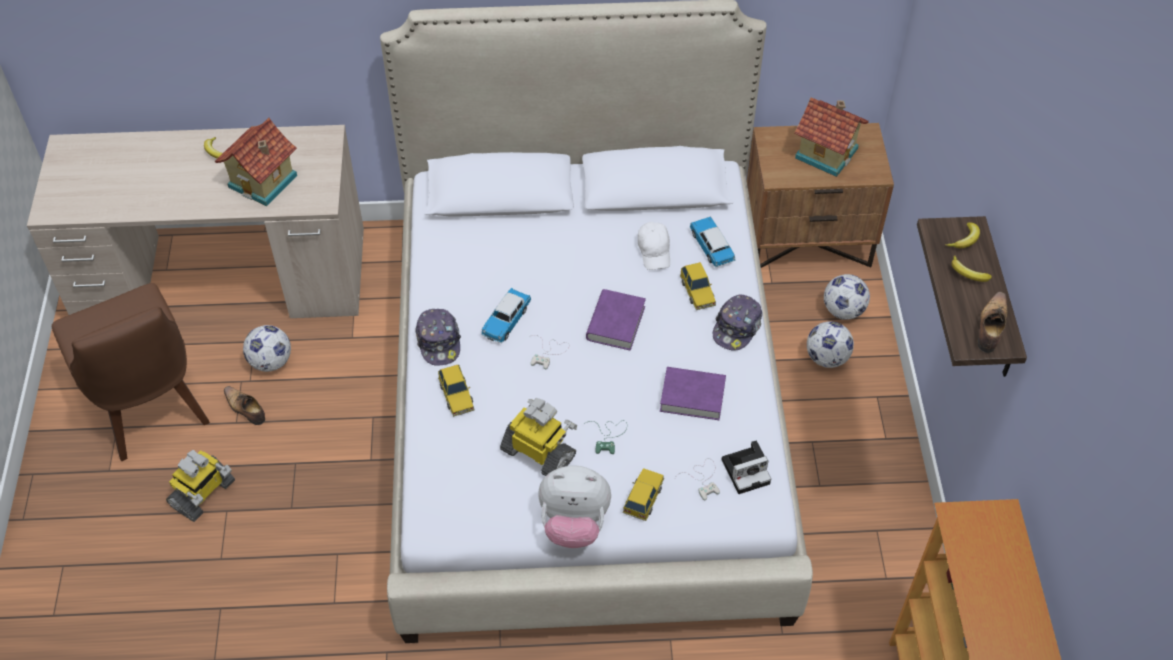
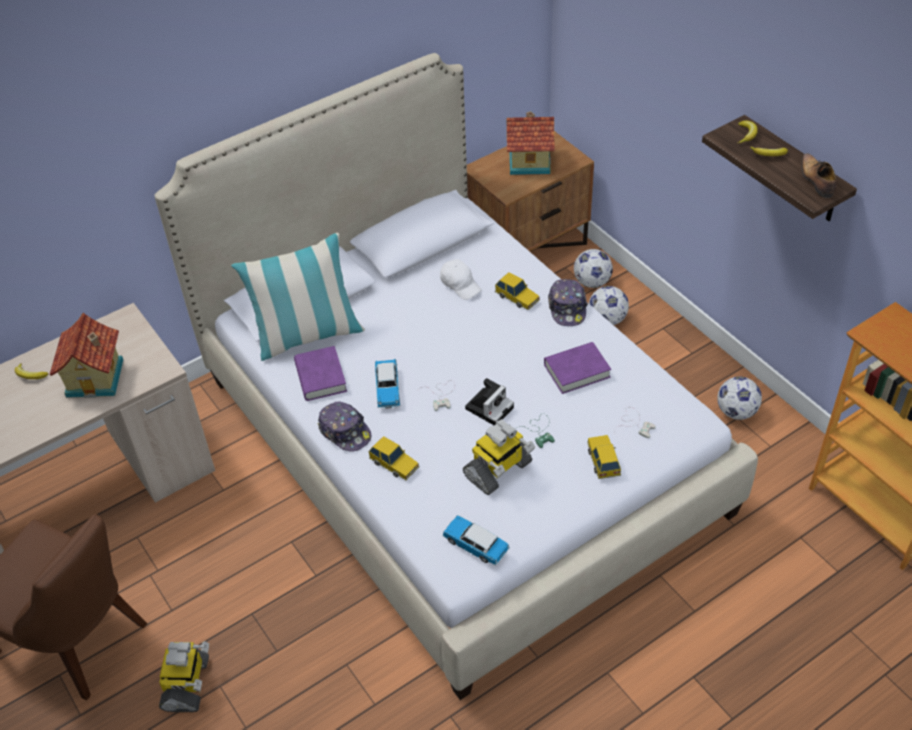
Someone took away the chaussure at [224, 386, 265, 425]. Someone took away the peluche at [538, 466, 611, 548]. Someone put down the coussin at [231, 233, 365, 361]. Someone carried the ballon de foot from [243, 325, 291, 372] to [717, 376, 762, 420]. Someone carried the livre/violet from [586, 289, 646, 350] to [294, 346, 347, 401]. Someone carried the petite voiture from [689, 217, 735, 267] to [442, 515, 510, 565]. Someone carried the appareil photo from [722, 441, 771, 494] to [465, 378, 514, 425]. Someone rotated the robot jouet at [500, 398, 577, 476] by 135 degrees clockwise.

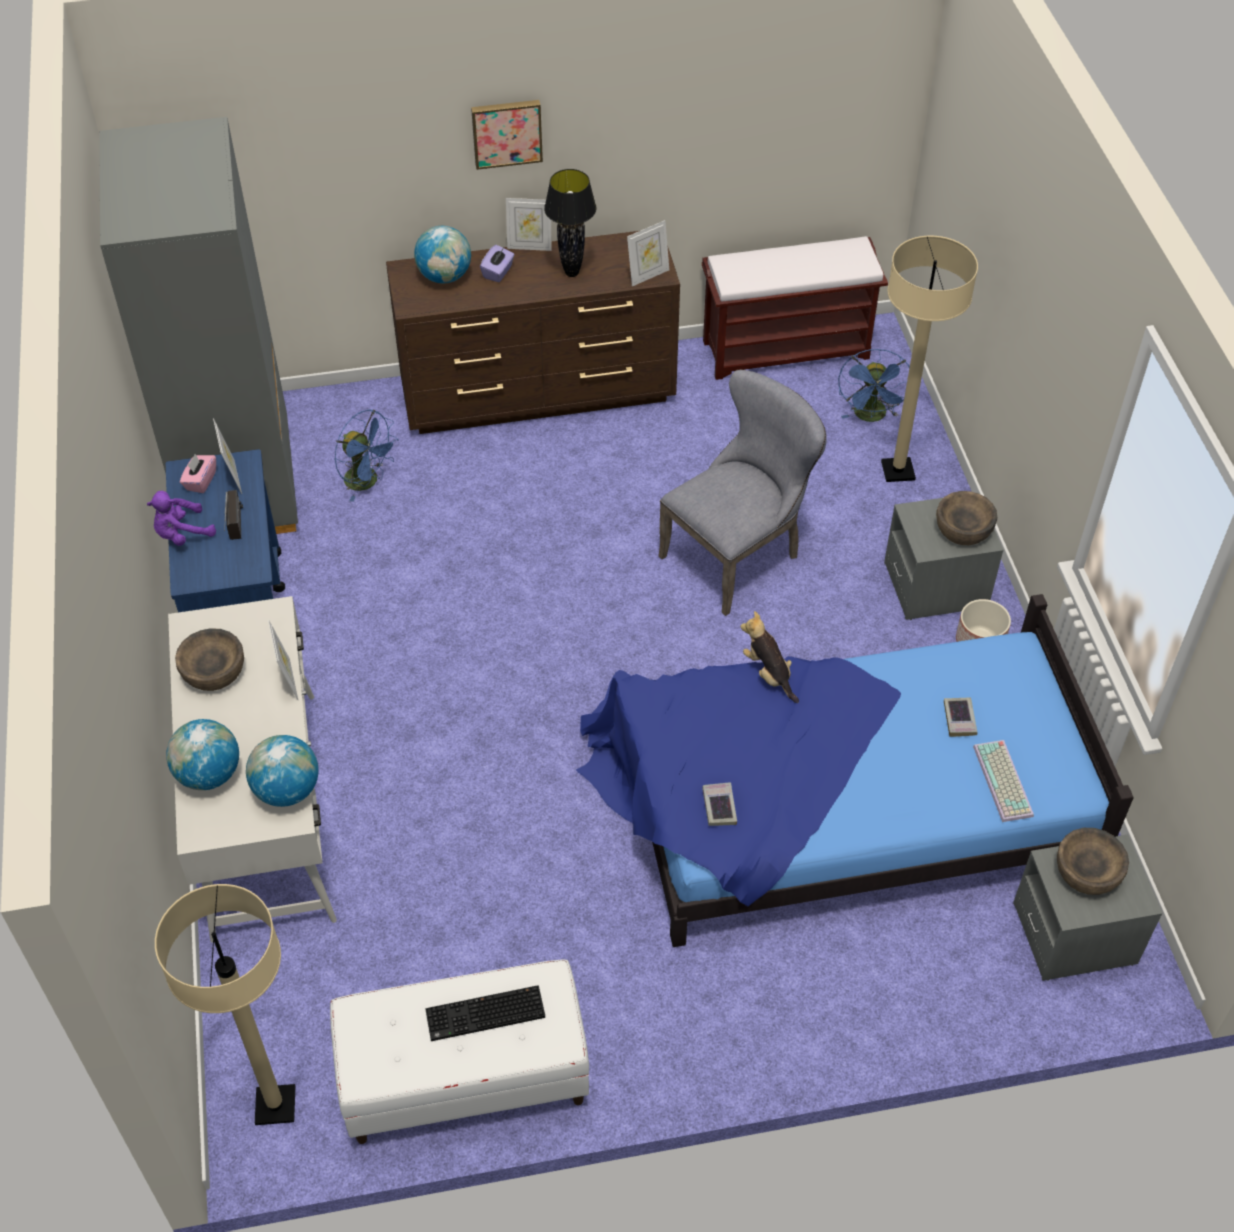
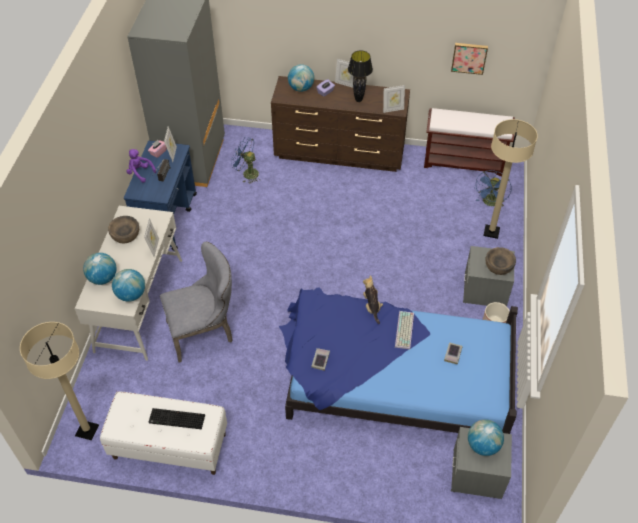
Someone carried the tableau from [471, 100, 543, 170] to [451, 43, 488, 75]. Someone carried the chaise/gris from [658, 369, 827, 616] to [160, 241, 232, 362]. Someone carried the clavier from [973, 740, 1034, 822] to [395, 311, 414, 349]. Someone swapped the bol/marron at [1057, 828, 1129, 895] for the globe at [468, 419, 504, 456]. Someone rotated the peluche/violet at [147, 491, 216, 546] by 45 degrees clockwise. Someone rotated the ventilateur/bleu at [335, 409, 397, 502] by 150 degrees clockwise.

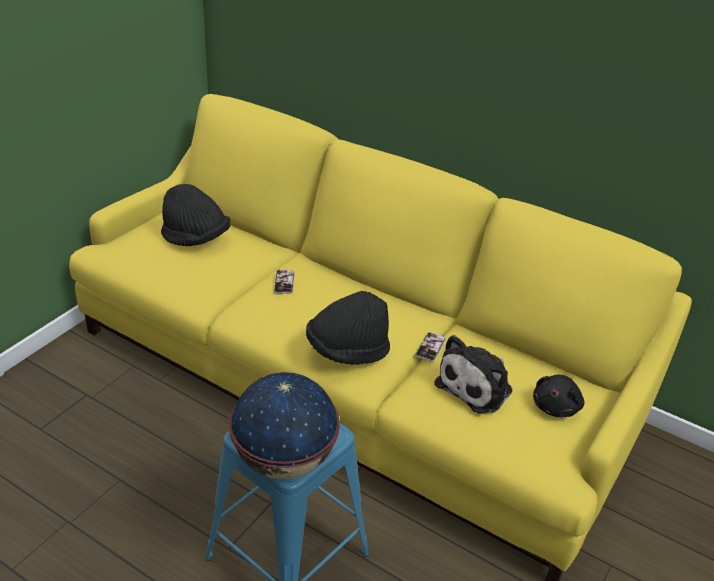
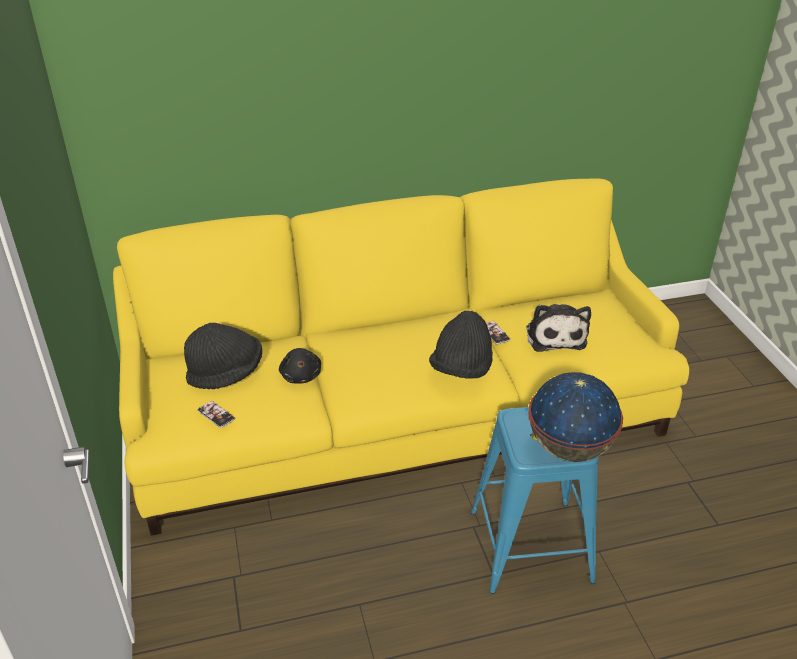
Someone carried the téléphone from [274, 269, 295, 294] to [198, 401, 235, 428]. Someone carried the peluche/noir from [533, 374, 584, 417] to [279, 348, 321, 384].

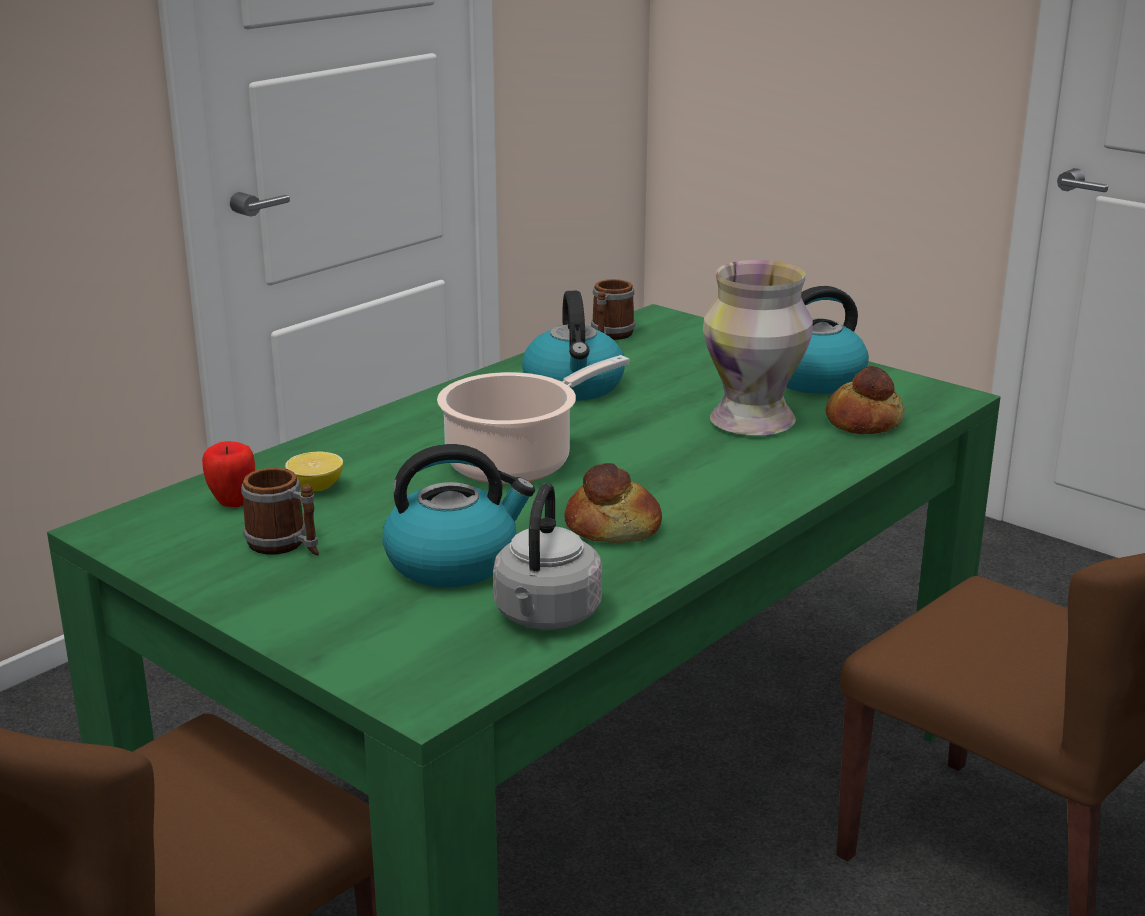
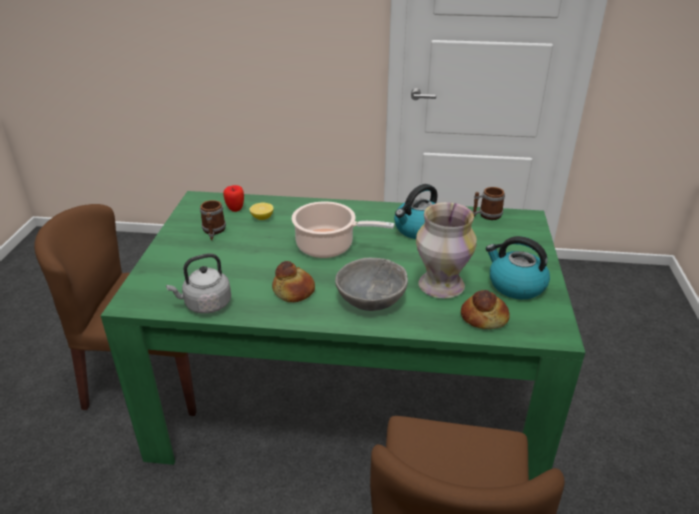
Someone took away the bouilloire at [382, 444, 535, 587]. Someone put down the bol/gris at [335, 258, 408, 311].

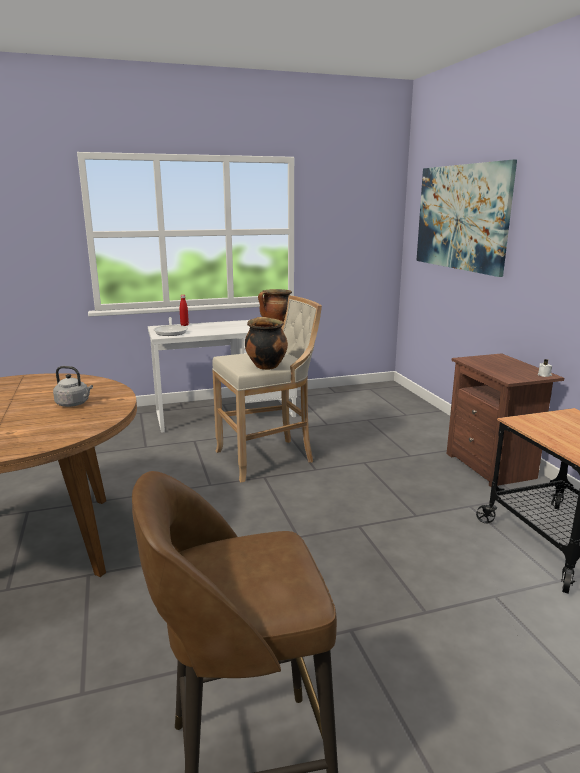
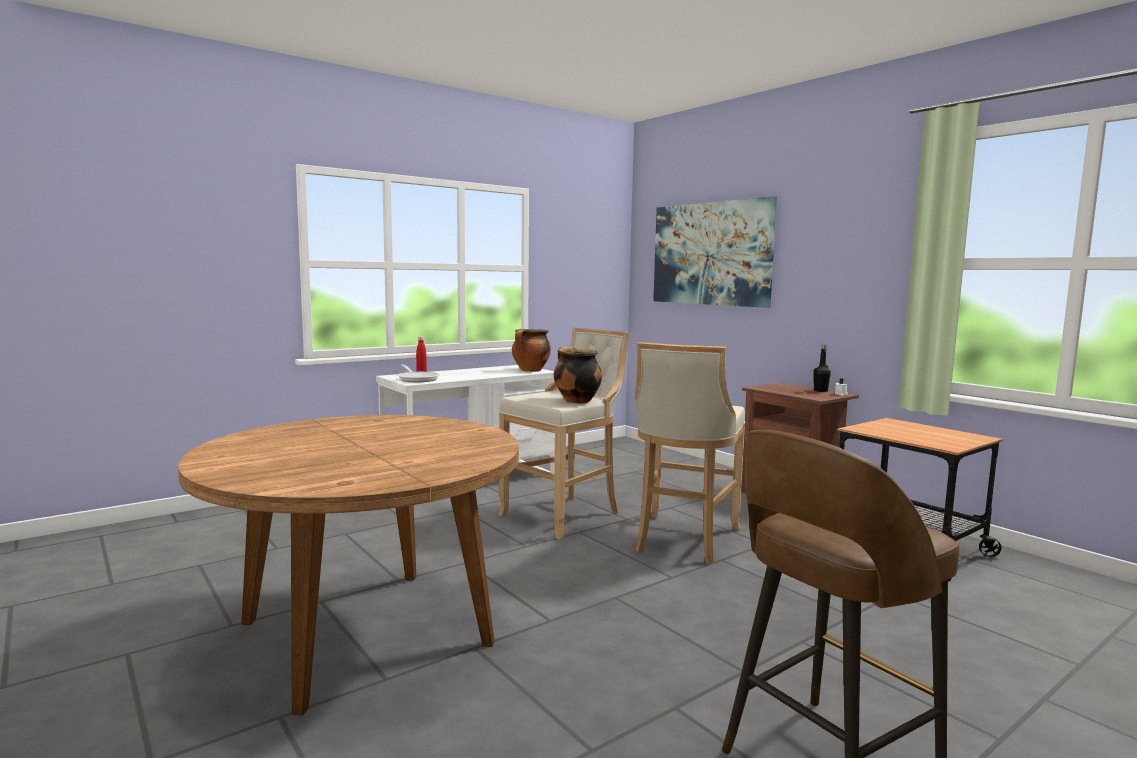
Someone took away the bouilloire/gris at [53, 366, 93, 407]. Someone put down the tabouret/beige at [635, 342, 745, 564]. Someone put down the bouteille/noir at [813, 344, 831, 392].

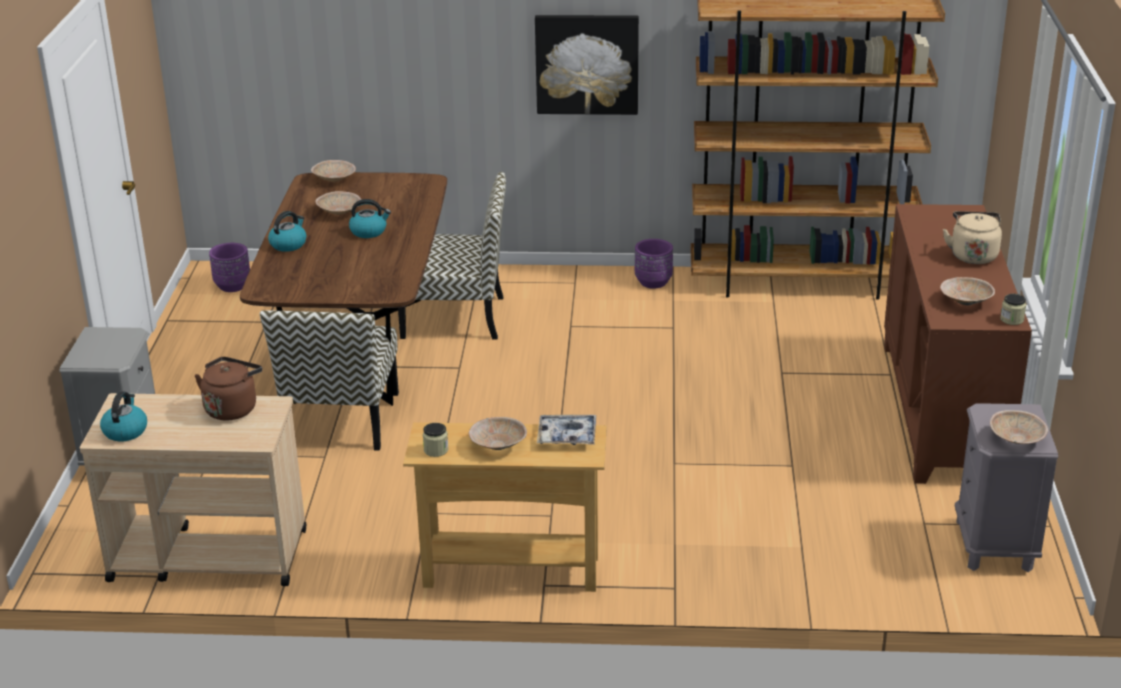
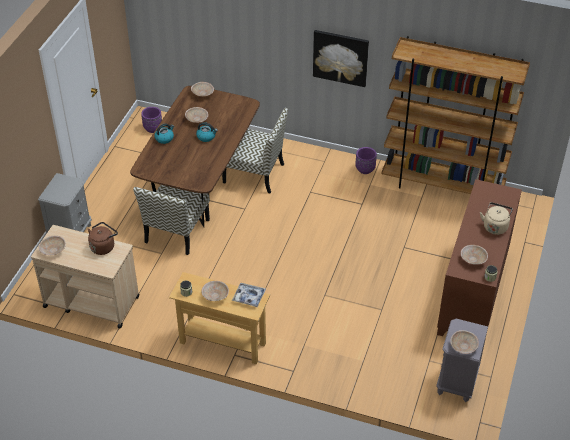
Someone swapped the bouilloire at [100, 391, 147, 441] for the bol/beige at [39, 236, 66, 255].

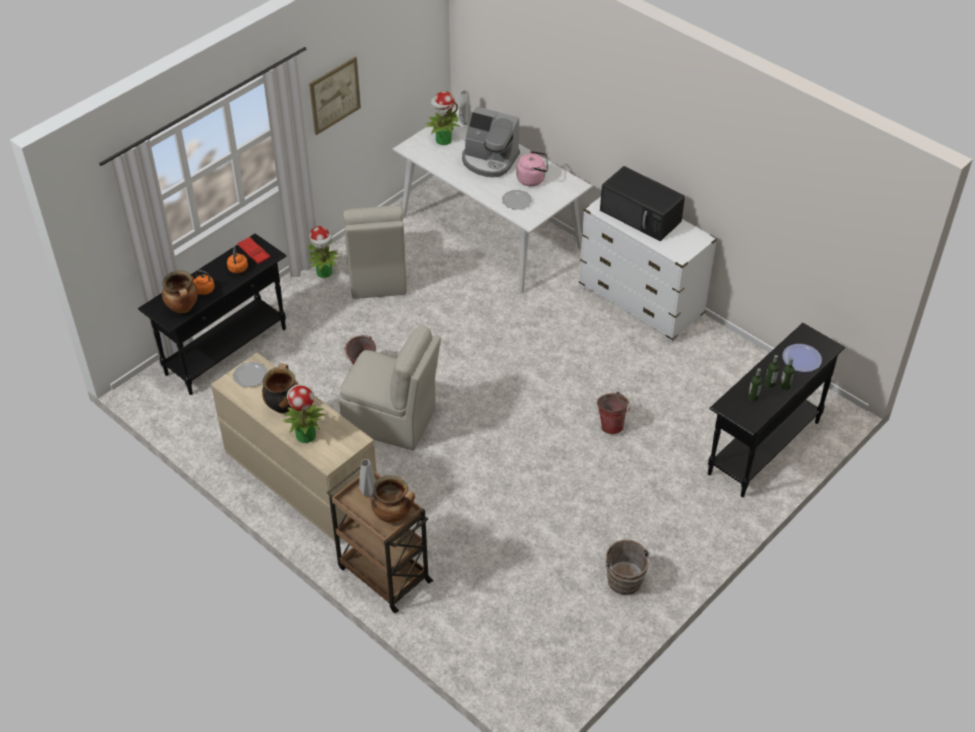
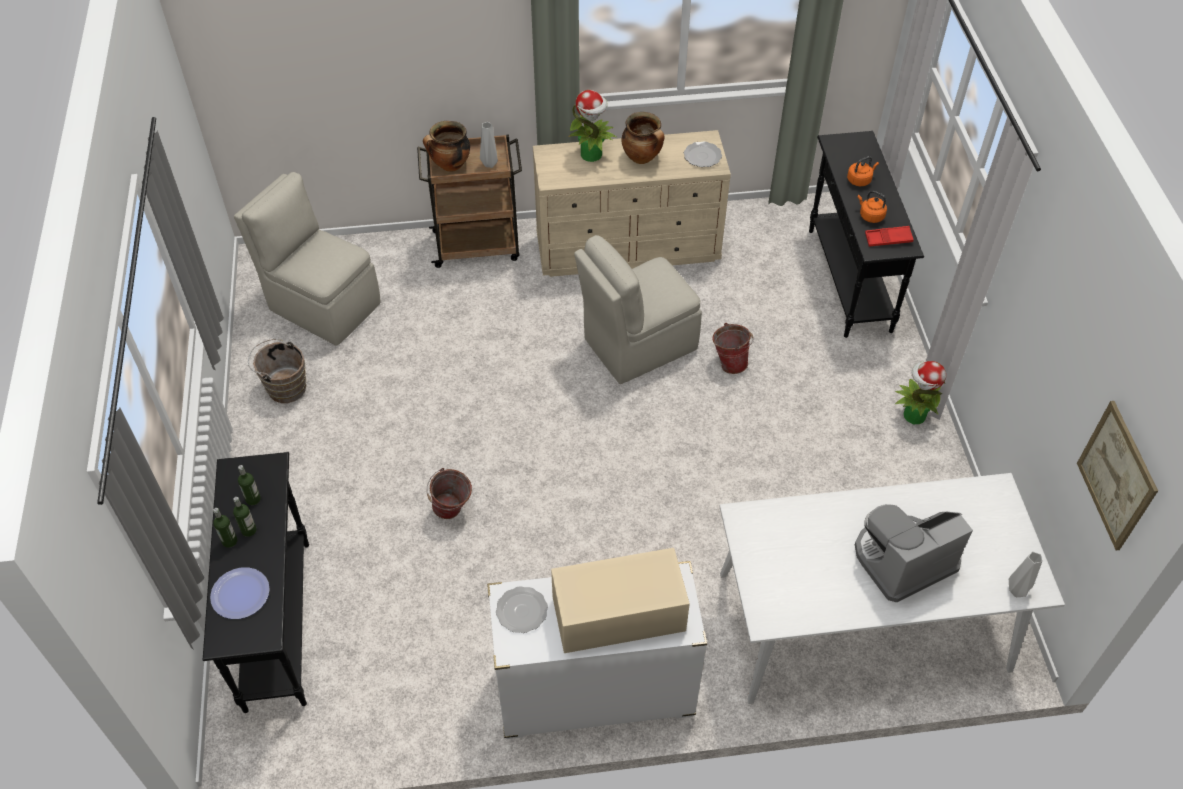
Someone took away the marmite at [162, 270, 198, 314]. Someone took away the plante en pot at [426, 91, 460, 145]. Someone took away the bouilloire/rose at [516, 151, 548, 186]. Someone carried the tableau from [309, 57, 361, 135] to [1077, 401, 1158, 551]. Someone carried the chaise/beige from [343, 206, 407, 299] to [234, 172, 381, 346]. Someone carried the assiette from [502, 190, 532, 209] to [496, 586, 548, 633]. Someone repainted the micro-ondes/noir at [600, 166, 685, 241], which became the micro-ondes/beige at [551, 548, 690, 653].

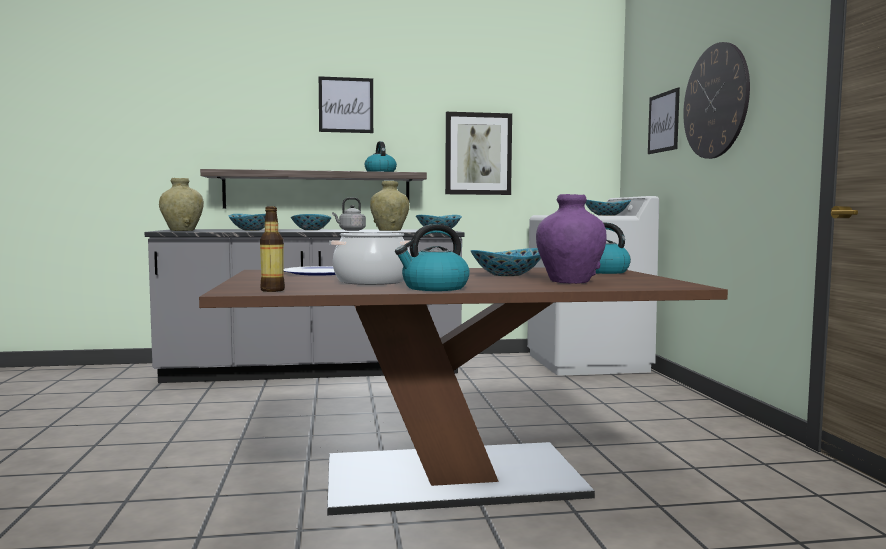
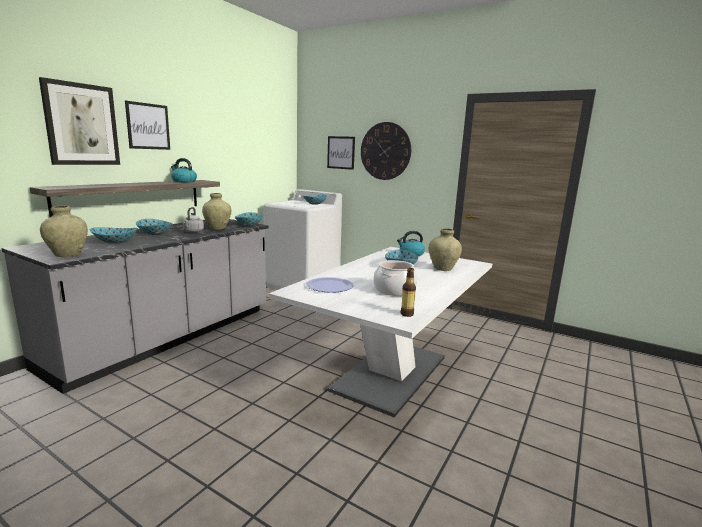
Someone took away the bouilloire at [395, 224, 470, 291]. Someone carried the tableau from [445, 112, 512, 195] to [39, 77, 120, 165]. Someone repainted the table à manger/marron at [199, 268, 728, 515], which became the table à manger/blanc at [269, 247, 492, 418]. Someone repainted the vase/violet at [536, 194, 607, 284], which became the vase/beige at [429, 228, 462, 271].

